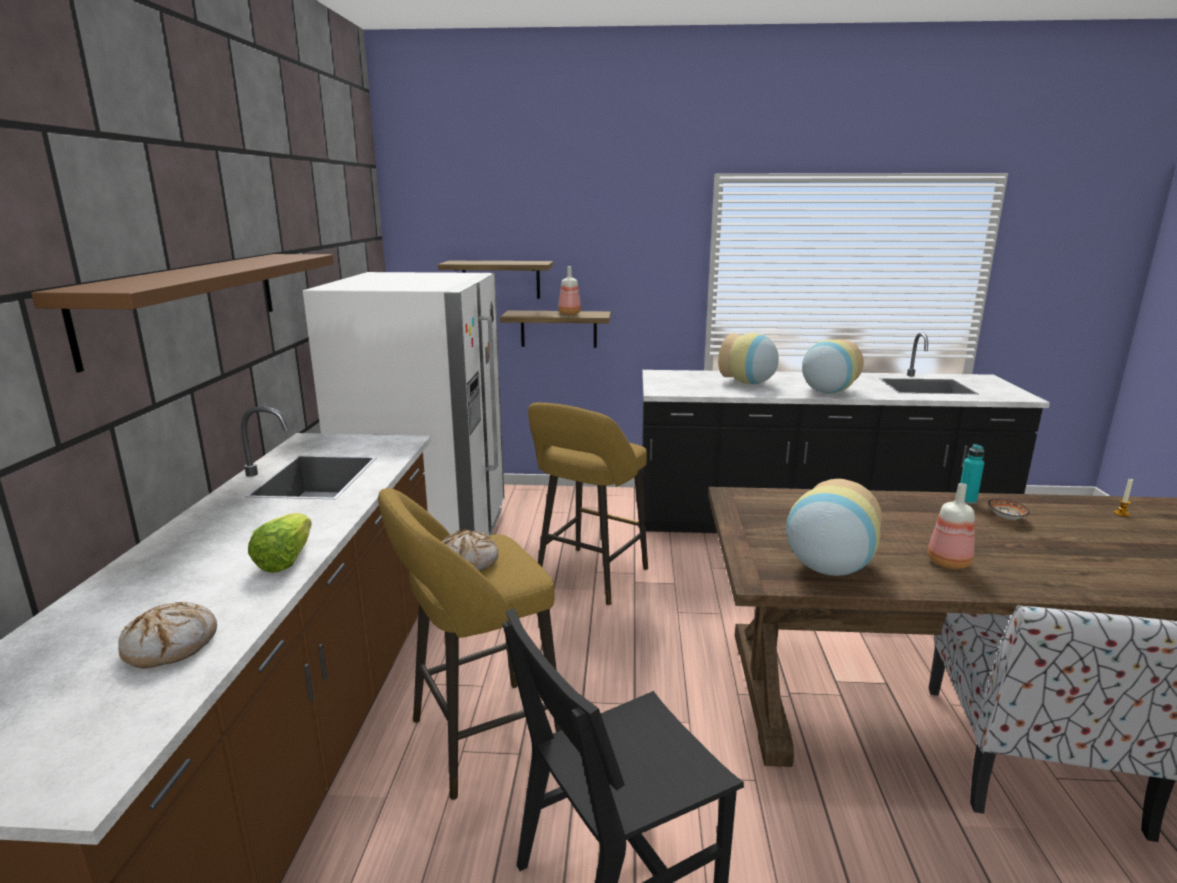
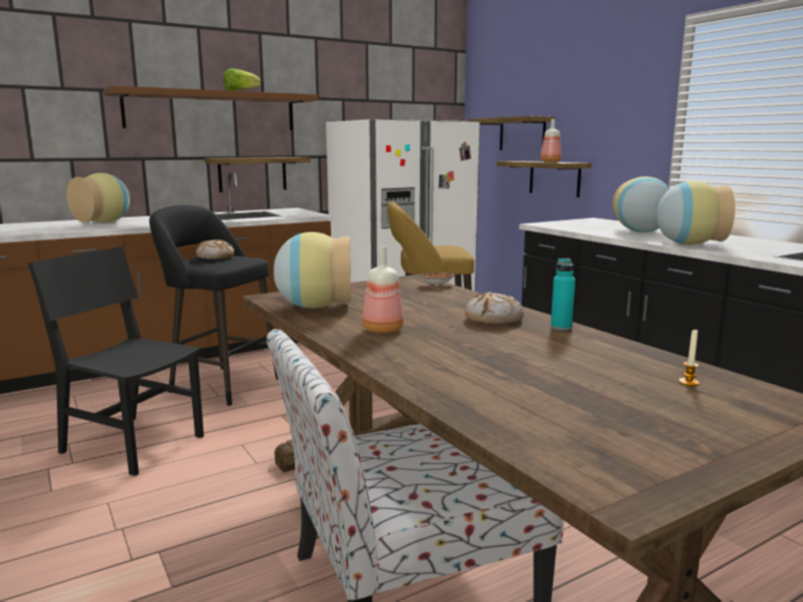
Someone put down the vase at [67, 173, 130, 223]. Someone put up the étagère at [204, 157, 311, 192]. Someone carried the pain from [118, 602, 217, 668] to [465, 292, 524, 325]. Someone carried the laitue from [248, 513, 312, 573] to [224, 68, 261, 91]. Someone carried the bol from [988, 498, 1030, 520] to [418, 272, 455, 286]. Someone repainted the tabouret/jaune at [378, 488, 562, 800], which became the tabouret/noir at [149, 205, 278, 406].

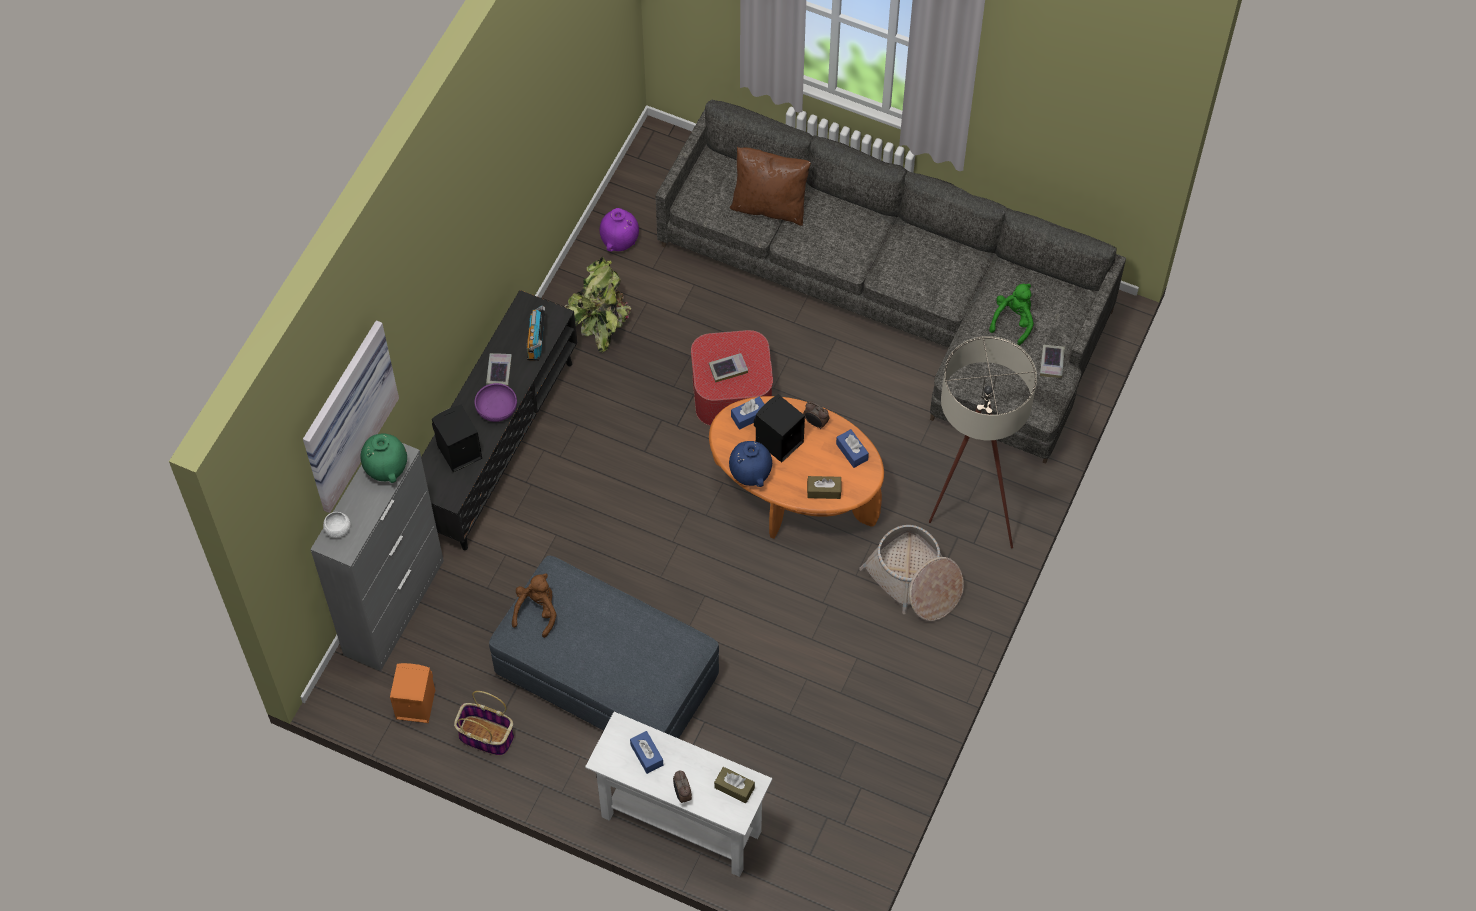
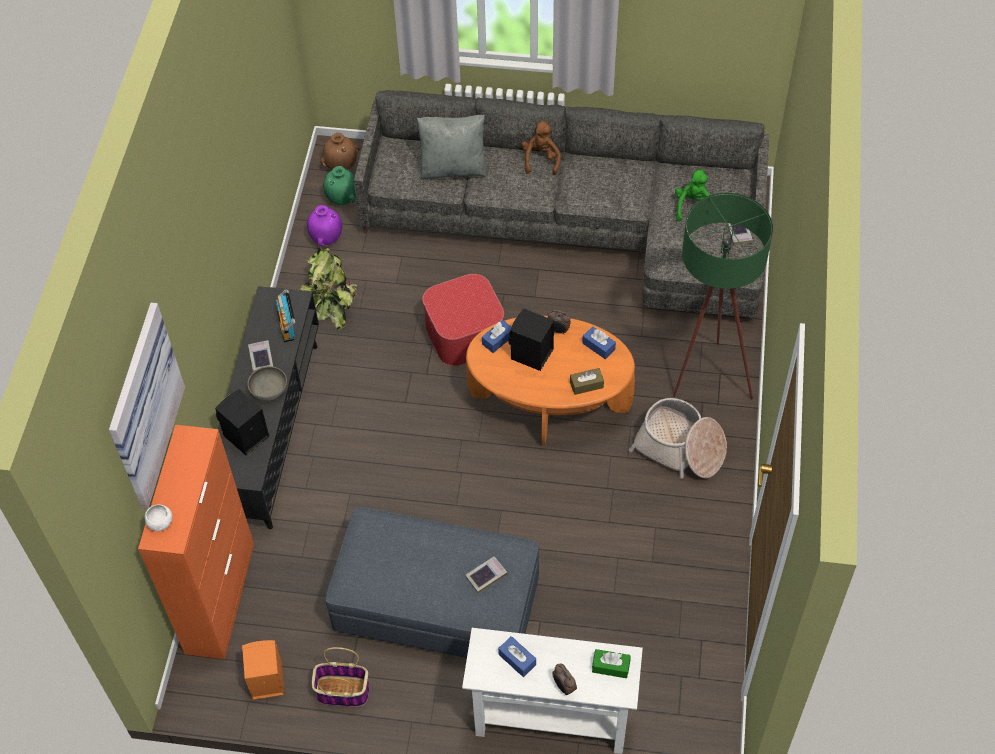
Someone took away the vase/bleu at [729, 441, 772, 487]. Someone put down the vase/marron at [320, 133, 359, 170]. Someone carried the vase/vert from [360, 434, 407, 483] to [323, 166, 356, 205]. Someone carried the peluche/marron from [512, 573, 557, 638] to [521, 120, 561, 175]. Someone carried the livre from [709, 353, 748, 383] to [465, 556, 507, 593]. Someone repainted the meuble de rangement/gris at [310, 443, 444, 671], which became the meuble de rangement/orange at [138, 425, 254, 659]. Someone repainted the bol/violet at [474, 383, 517, 422], which became the bol/gris at [247, 366, 288, 402]. Someone repainted the boîte à mouchoirs/marron at [714, 767, 755, 803], which became the boîte à mouchoirs/vert at [592, 649, 631, 678]. Someone repainted the coussin/marron at [730, 147, 811, 226], which became the coussin/gris at [417, 115, 487, 179]. Someone repainted the lampadaire/beige at [929, 336, 1037, 548], which became the lampadaire/vert at [673, 193, 773, 399].

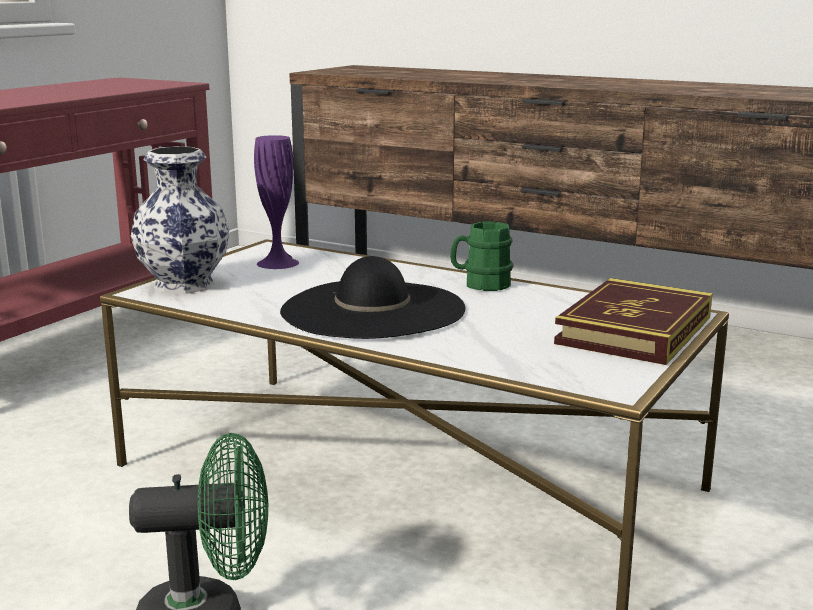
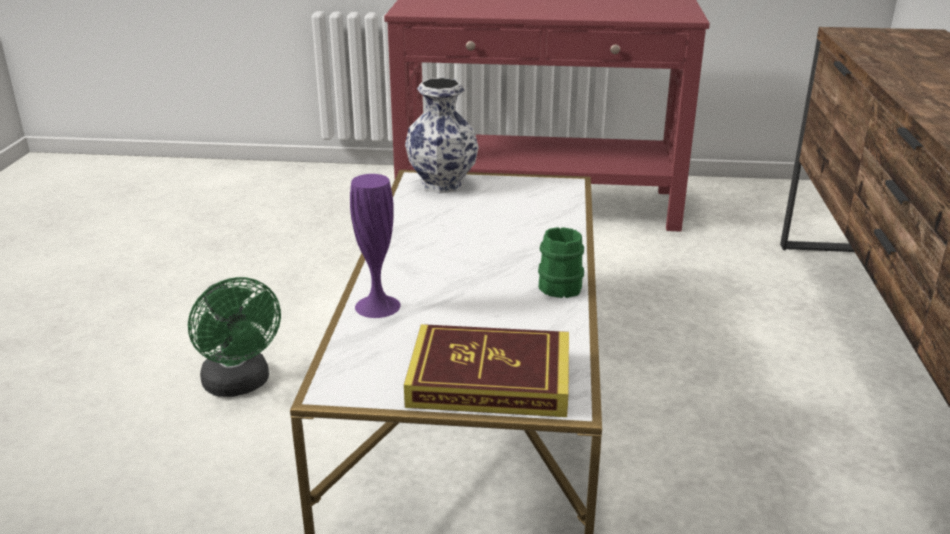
Someone took away the chapeau/noir at [280, 256, 466, 339]. Someone carried the vase/violet from [254, 135, 299, 269] to [350, 174, 400, 318].

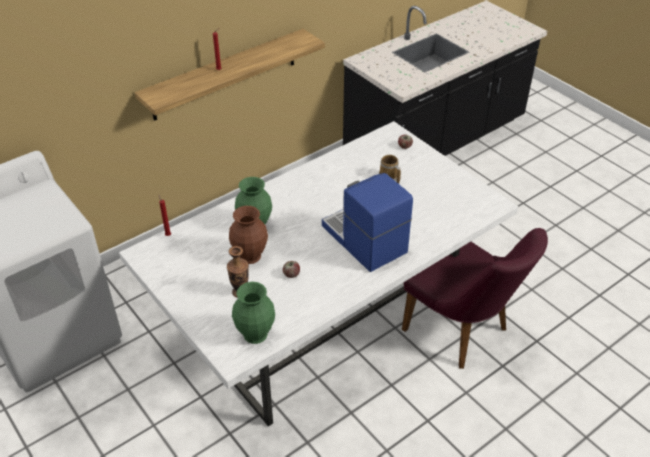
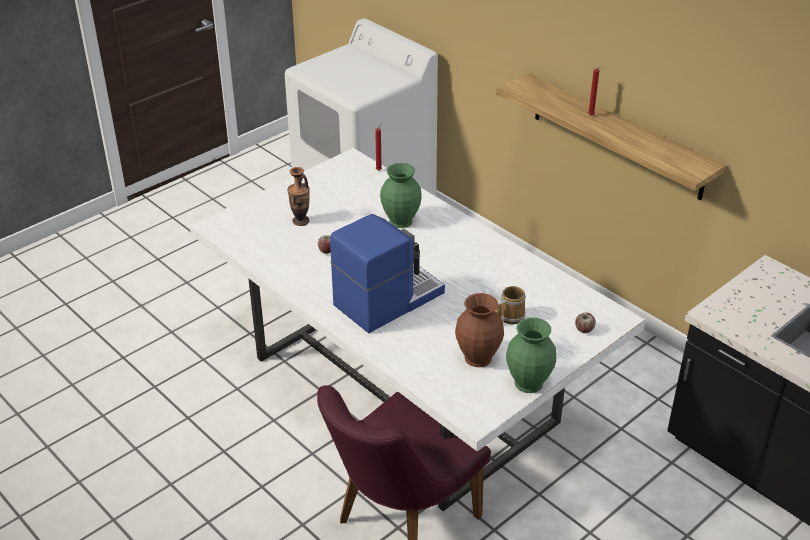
Someone carried the vase/marron from [229, 206, 268, 264] to [455, 293, 504, 367]. Someone carried the vase/vert from [232, 282, 275, 344] to [506, 317, 556, 393].

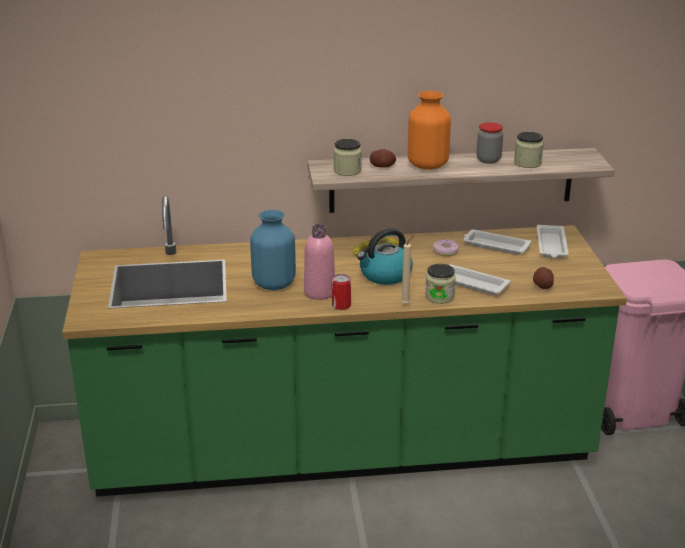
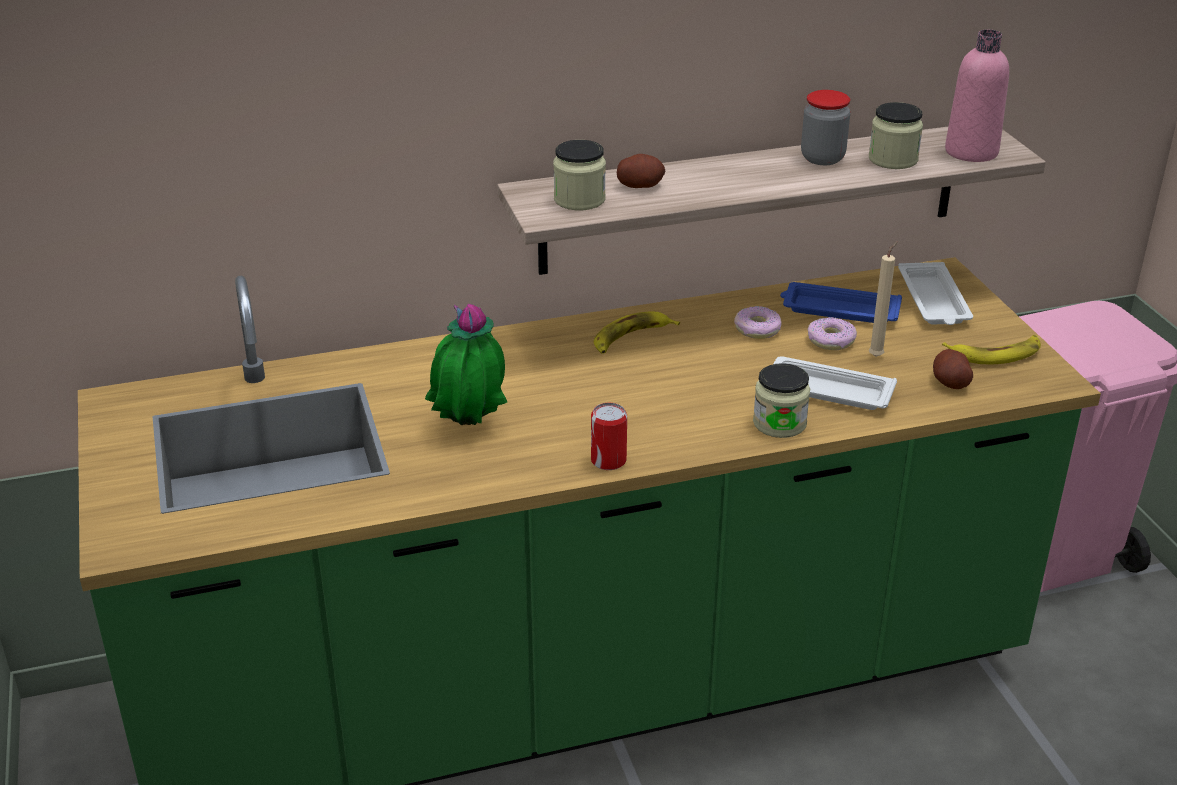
Someone took away the bouilloire at [357, 228, 413, 285]. Someone took away the vase/orange at [408, 91, 451, 170]. Someone put down the beignet at [807, 317, 857, 350]. Someone put down the banane at [942, 335, 1041, 364]. Someone carried the bouteille/rose from [304, 224, 335, 300] to [945, 29, 1009, 162]. Someone carried the bougie/beige from [401, 236, 414, 305] to [869, 241, 898, 357]. Someone swapped the vase/bleu at [250, 210, 296, 290] for the plante en pot at [425, 304, 507, 425]. Someone repainted the plateau/blanc at [463, 229, 532, 255], which became the plateau/bleu at [780, 282, 902, 323].

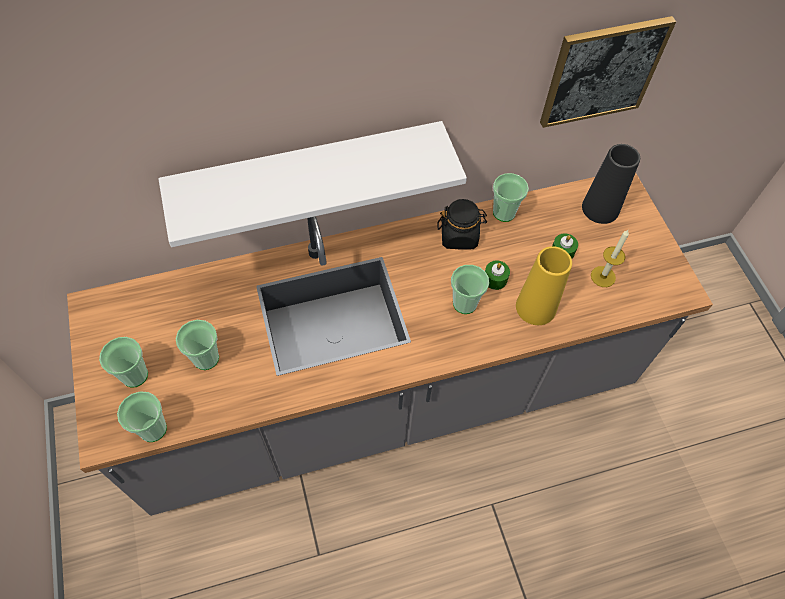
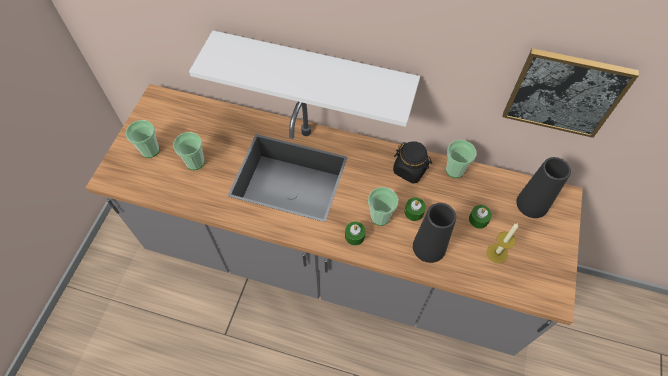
Someone took away the tasse at [117, 391, 167, 442]. Someone put down the bougie/vert at [345, 222, 366, 246]. Someone repainted the vase/jaune at [516, 246, 572, 325], which became the vase/noir at [413, 203, 456, 263].

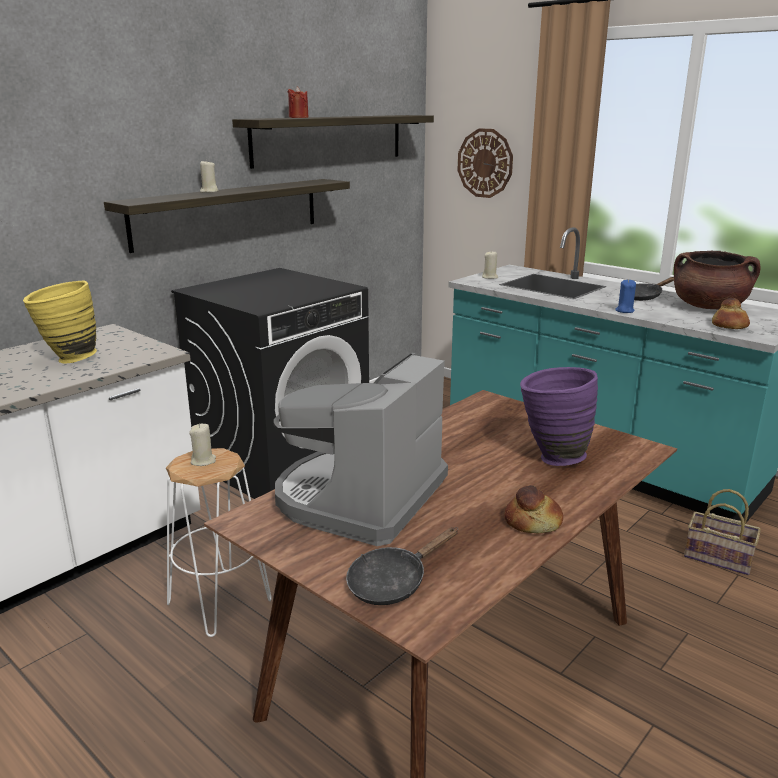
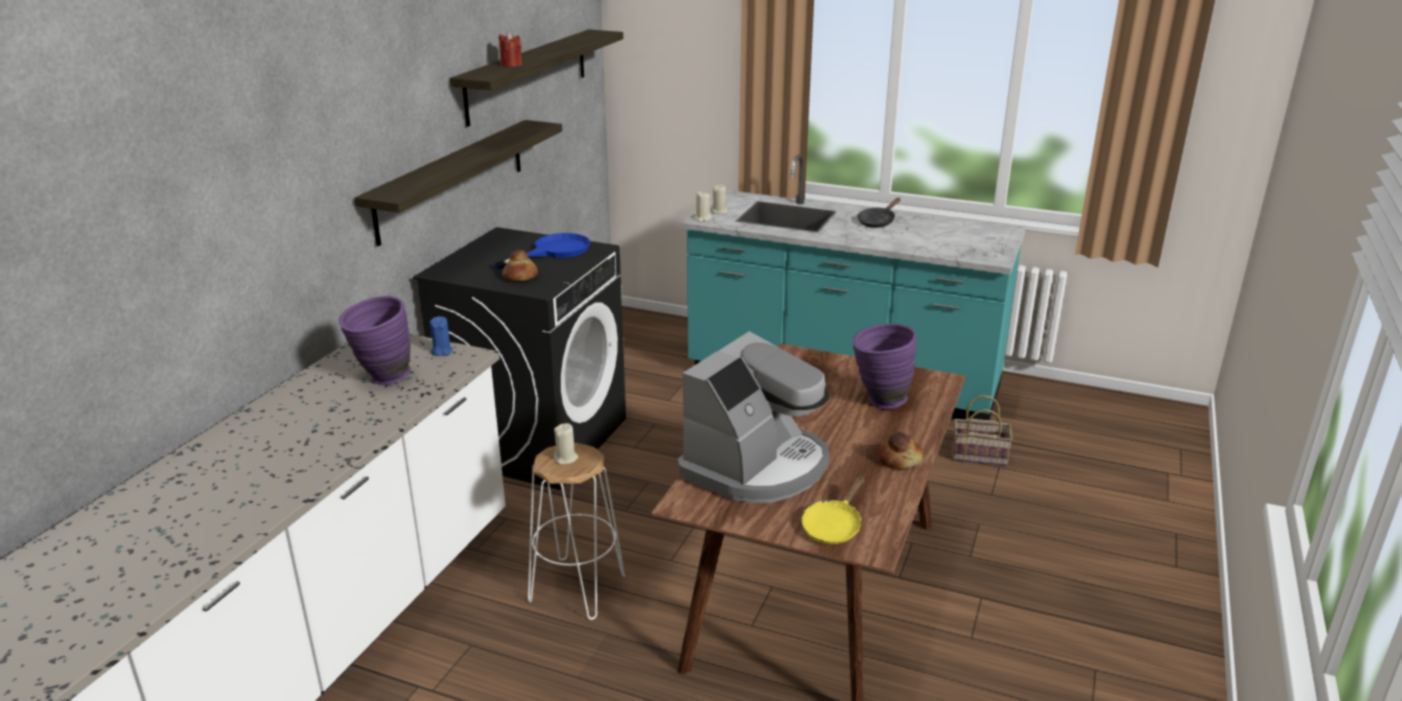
Someone took away the horloge murale at [457, 128, 513, 198]. Someone took away the marmite/marron at [674, 251, 761, 309]. Someone put down the poêle/bleu at [492, 233, 590, 269]. Someone carried the bougie/beige from [200, 161, 219, 193] to [694, 192, 712, 222]. Someone carried the bougie/bleu from [615, 279, 636, 313] to [430, 316, 453, 356]. Someone carried the pain from [712, 298, 750, 329] to [502, 249, 538, 281]. Someone repainted the vase/jaune at [23, 281, 97, 363], which became the vase/violet at [339, 296, 411, 385]. Someone repainted the poêle/noir at [346, 527, 458, 605], which became the poêle/jaune at [801, 476, 864, 544]. Someone rotated the machine à café at [273, 353, 448, 546] by 150 degrees counterclockwise.

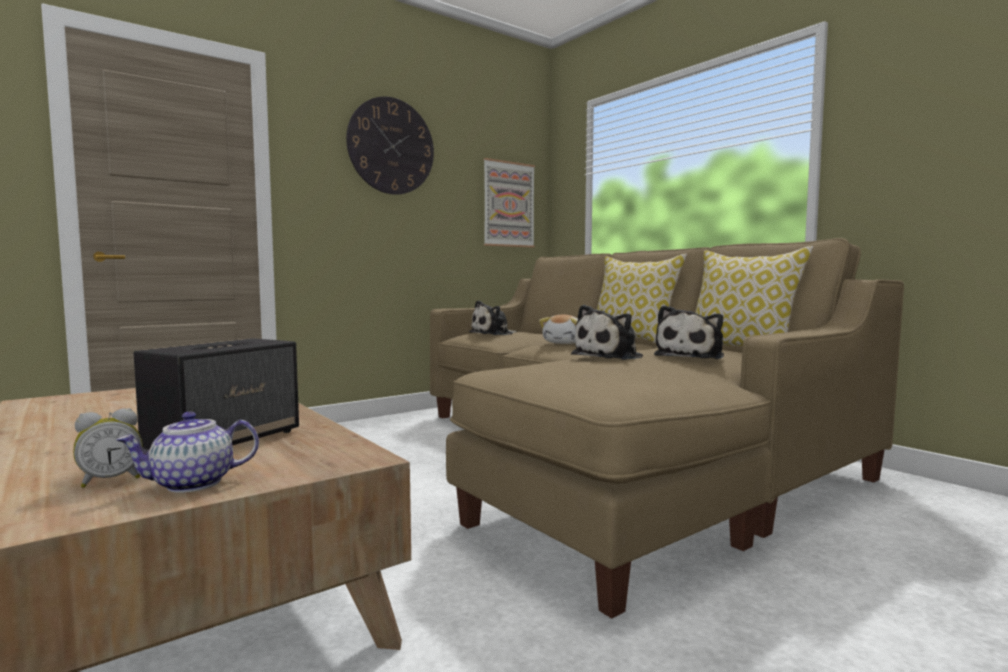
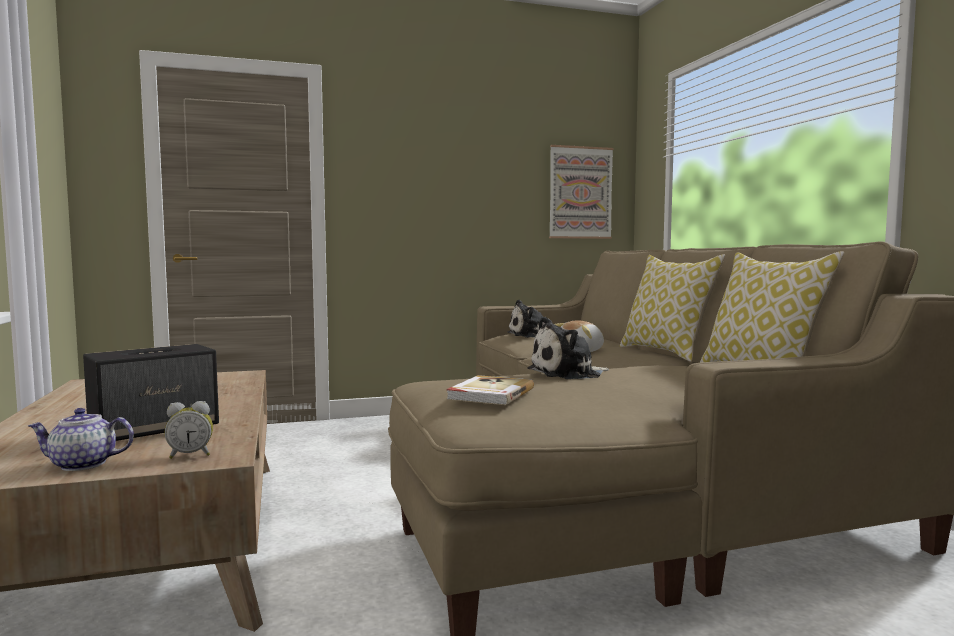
Someone took away the horloge murale at [346, 96, 434, 195]. Someone took away the peluche at [654, 305, 724, 359]. Someone put down the livre at [446, 375, 534, 405]. Someone carried the réveil from [73, 408, 142, 488] to [165, 401, 213, 459].

